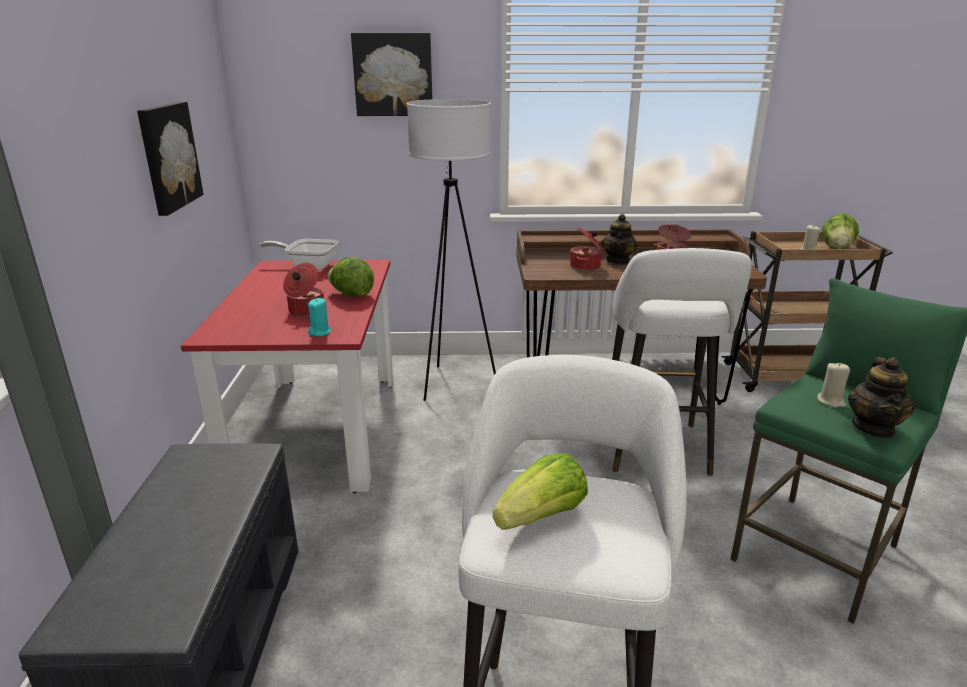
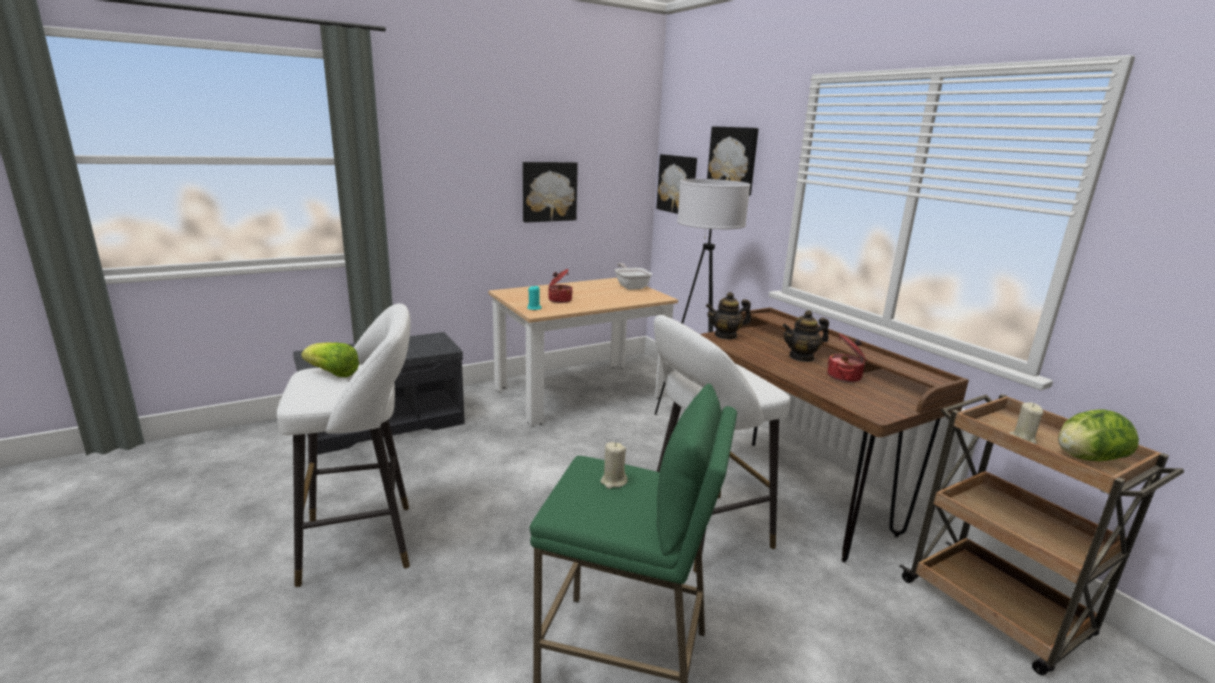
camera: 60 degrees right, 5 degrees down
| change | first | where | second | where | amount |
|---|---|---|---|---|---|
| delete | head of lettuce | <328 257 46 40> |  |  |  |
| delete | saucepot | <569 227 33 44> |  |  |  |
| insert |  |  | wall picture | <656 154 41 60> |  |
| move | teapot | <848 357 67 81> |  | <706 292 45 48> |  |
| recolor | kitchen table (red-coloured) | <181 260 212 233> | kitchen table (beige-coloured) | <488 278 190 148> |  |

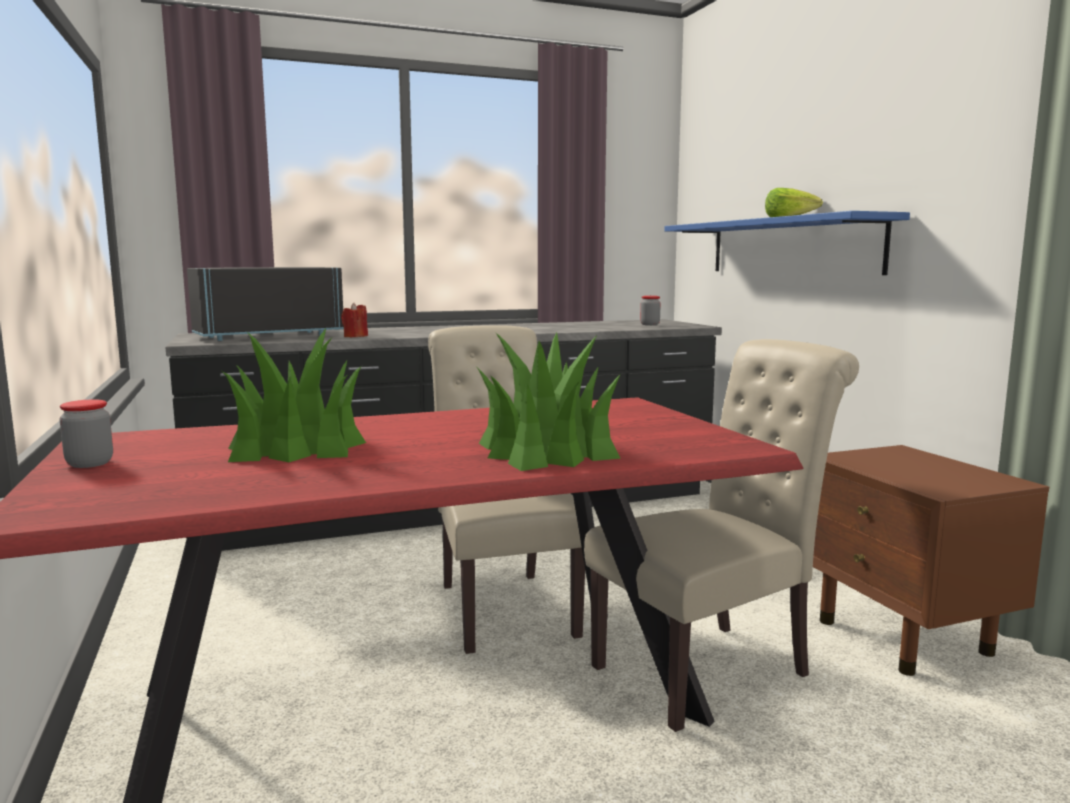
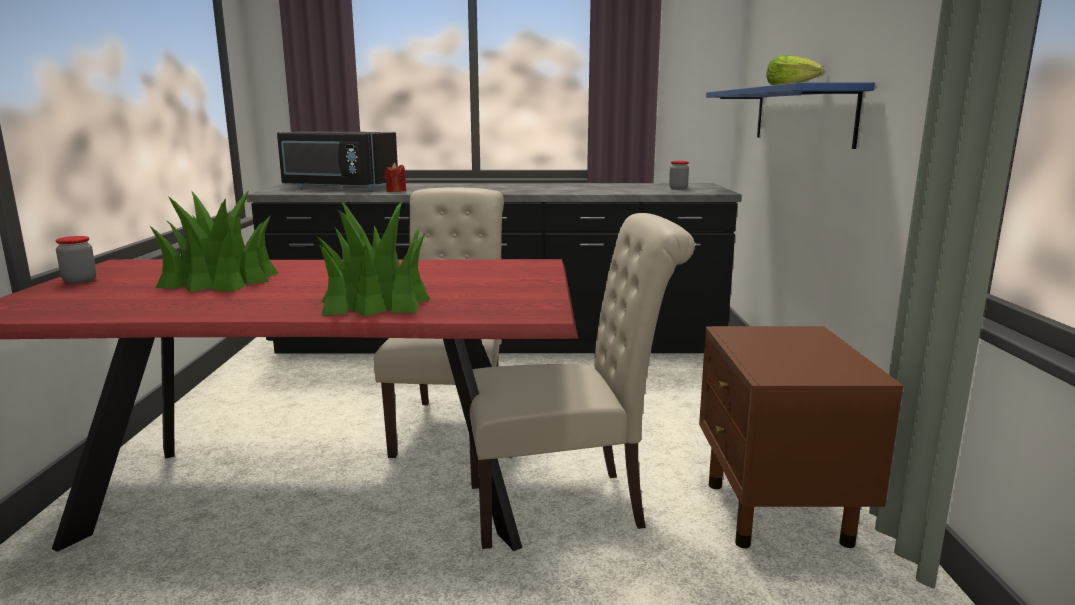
camera: 20 degrees right, 5 degrees up
| change | first | where | second | where | amount |
|---|---|---|---|---|---|
| rotate | microwave oven (blackish) | <187 267 157 74> |  | <277 131 121 59> | 150 degrees counterclockwise |

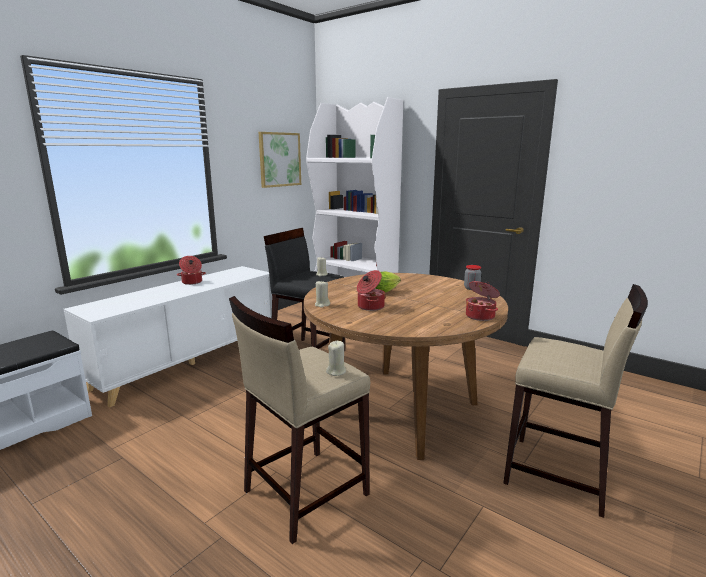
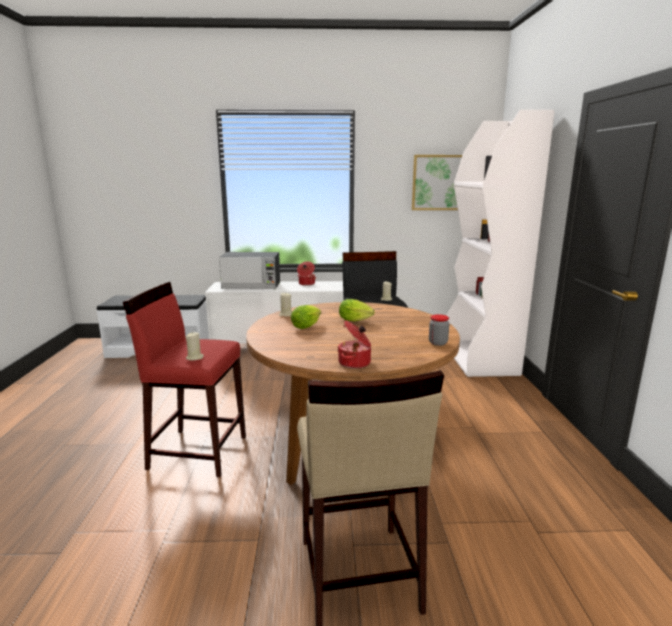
camera: 50 degrees right, 0 degrees up
| change | first | where | second | where | amount |
|---|---|---|---|---|---|
| insert |  |  | microwave oven | <219 252 61 37> |  |
| replace | saucepot | <357 270 29 41> | head of lettuce | <291 305 30 24> |  |
| recolor | stool (beige-coloured) | <229 296 141 248> | stool (red-coloured) | <123 282 123 196> |  |

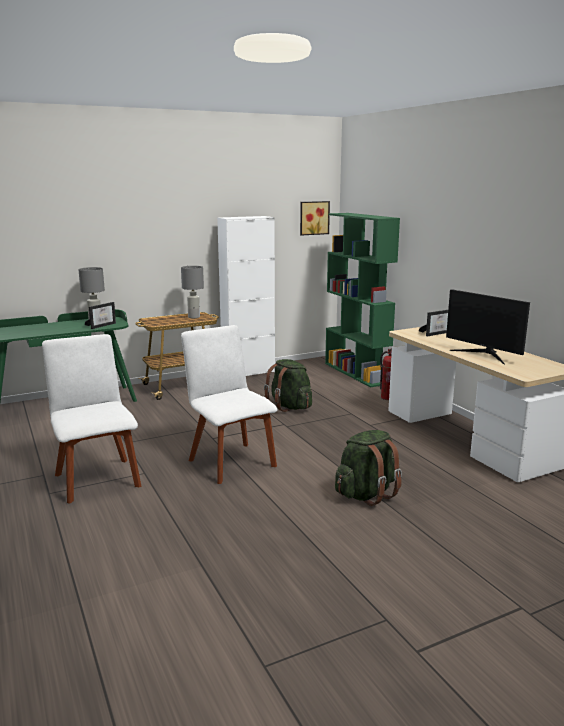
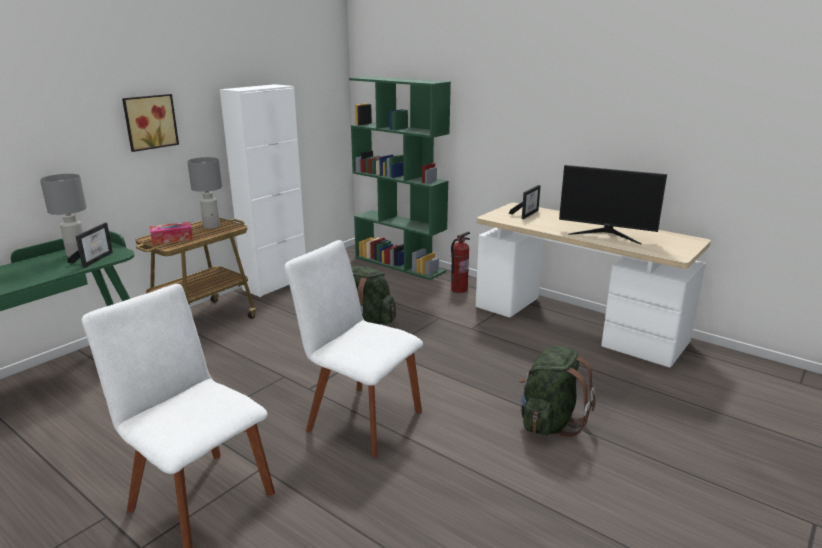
camera: 25 degrees left, 5 degrees up
| change | first | where | second | where | amount |
|---|---|---|---|---|---|
| insert |  |  | tissue box | <150 222 43 23> |  |
| move | wall picture | <300 201 30 35> |  | <122 94 57 58> |  |

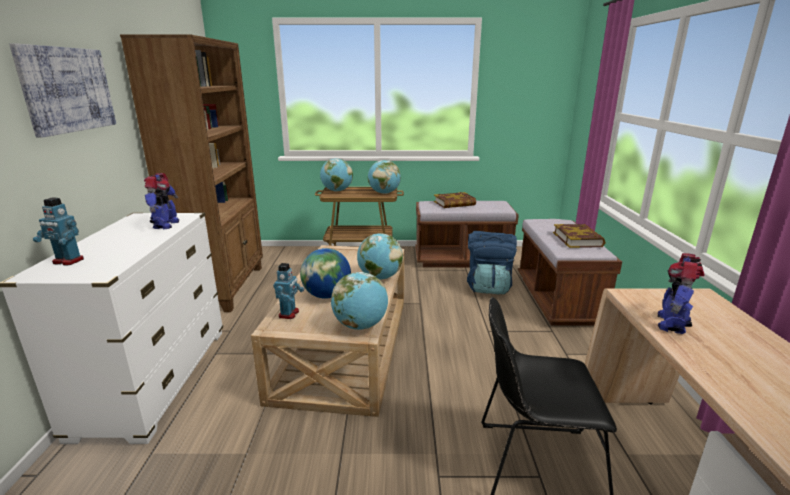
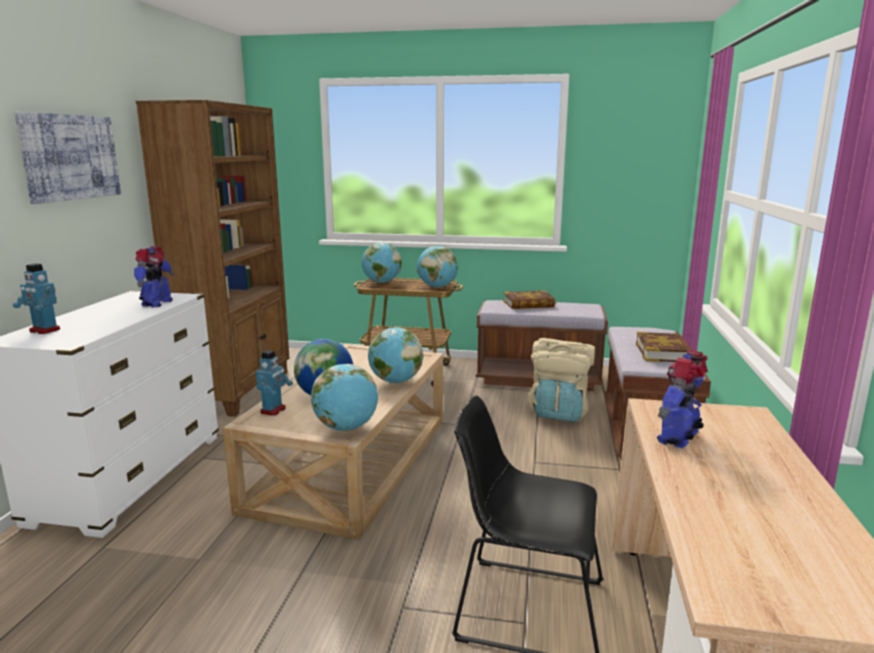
camera: 10 degrees right, 5 degrees down
| change | first | where | second | where | amount |
|---|---|---|---|---|---|
| recolor | rucksack (bluish) | <467 231 50 63> | rucksack (beige-coloured) | <528 338 67 84> |  |

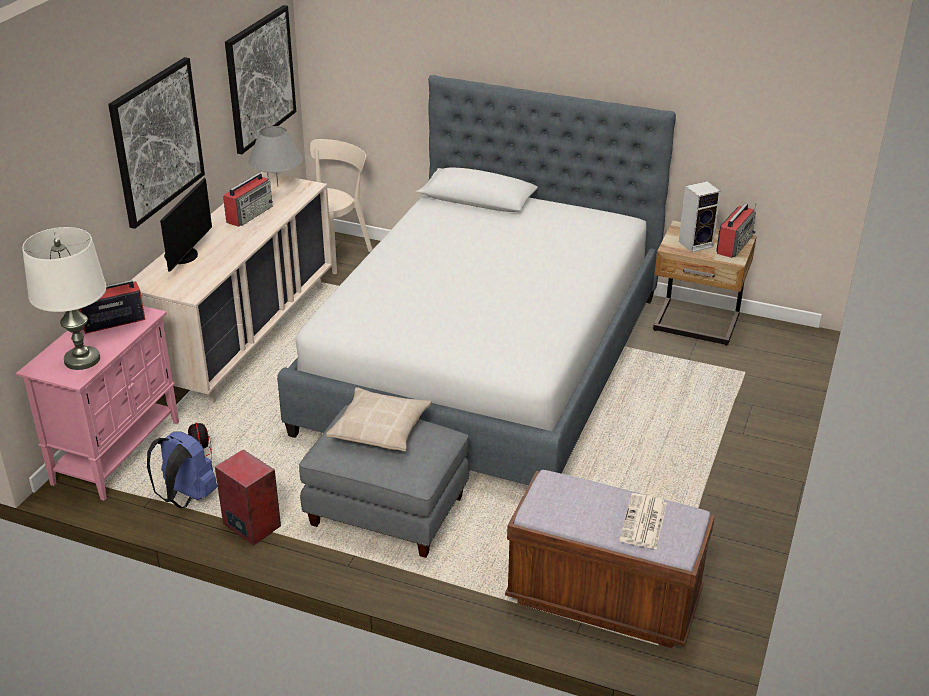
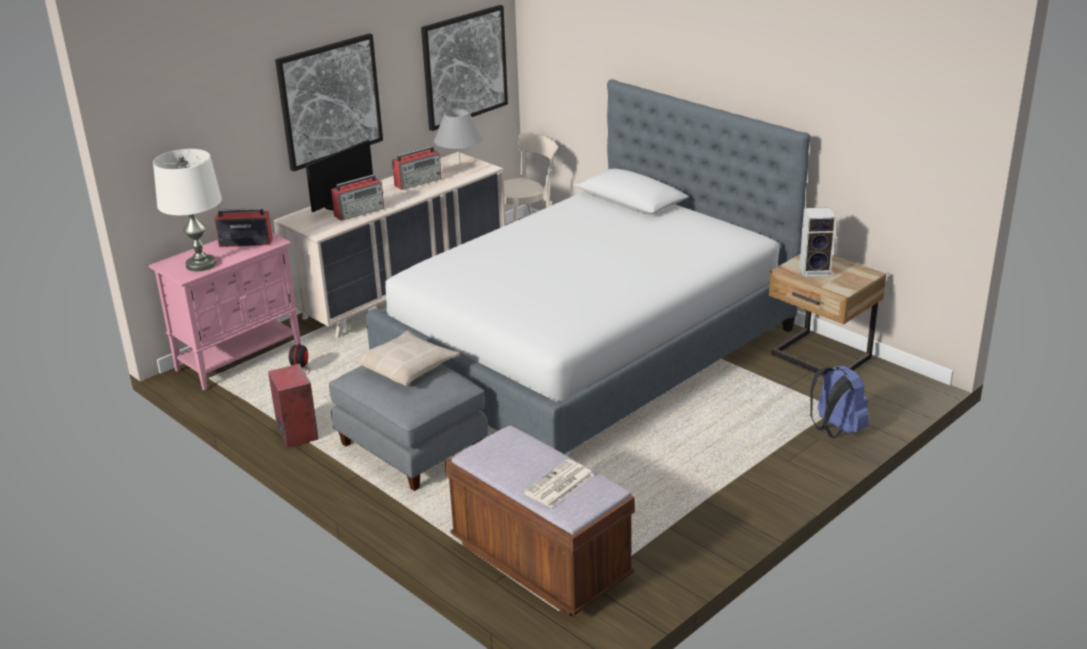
camera: 25 degrees right, 5 degrees down
| change | first | where | second | where | amount |
|---|---|---|---|---|---|
| move | rucksack (bluish) | <147 431 71 77> |  | <810 366 59 72> |  |
| move | radio set | <716 203 40 55> |  | <331 174 53 47> |  |

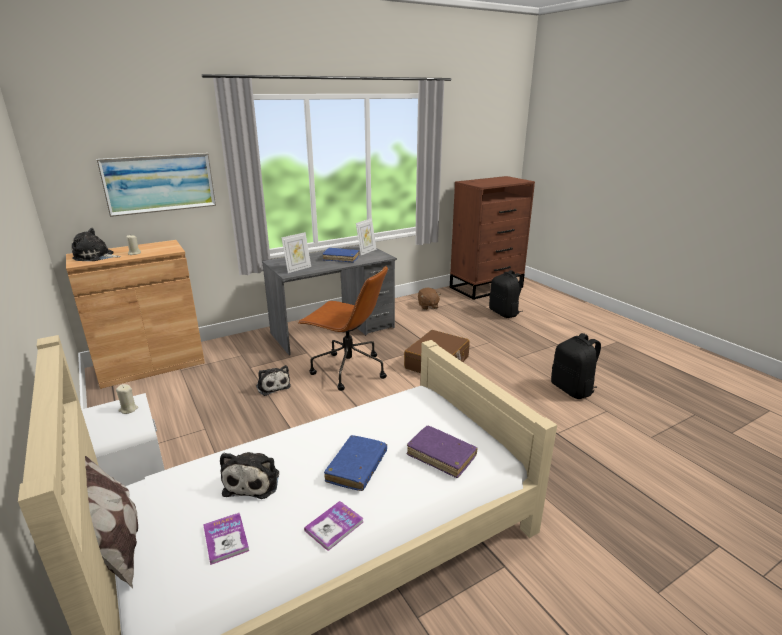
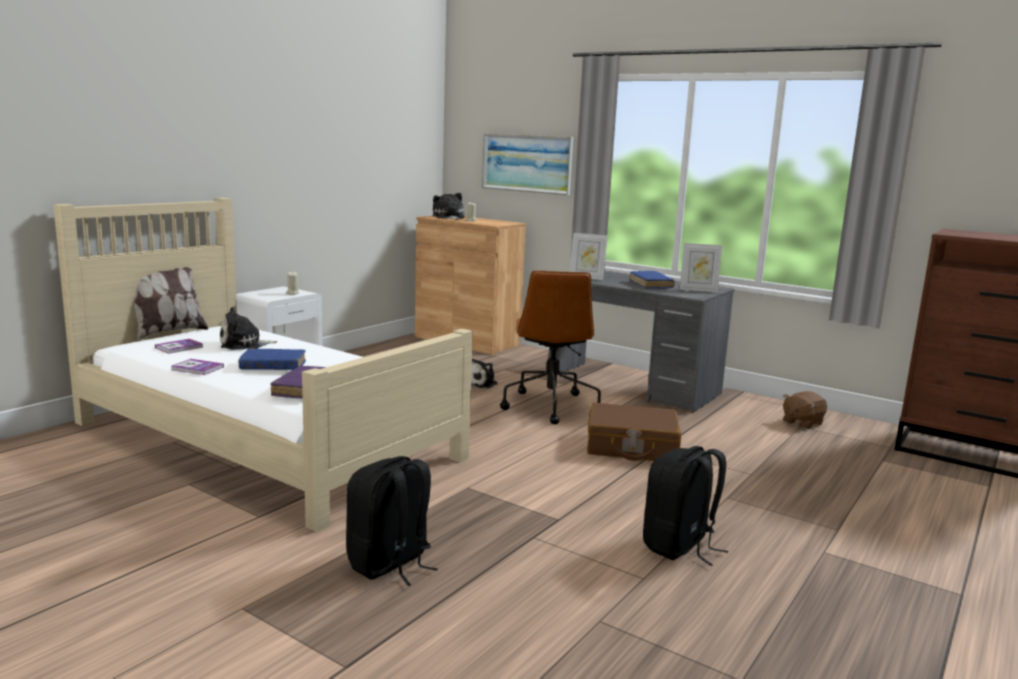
camera: 65 degrees right, 10 degrees down
| change | first | where | second | where | amount |
|---|---|---|---|---|---|
| move | rucksack (blackish) | <489 270 34 48> |  | <346 456 92 130> |  |

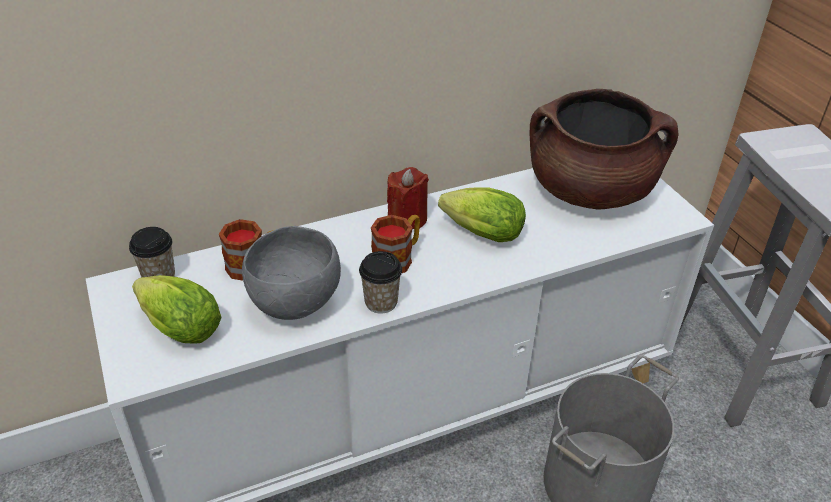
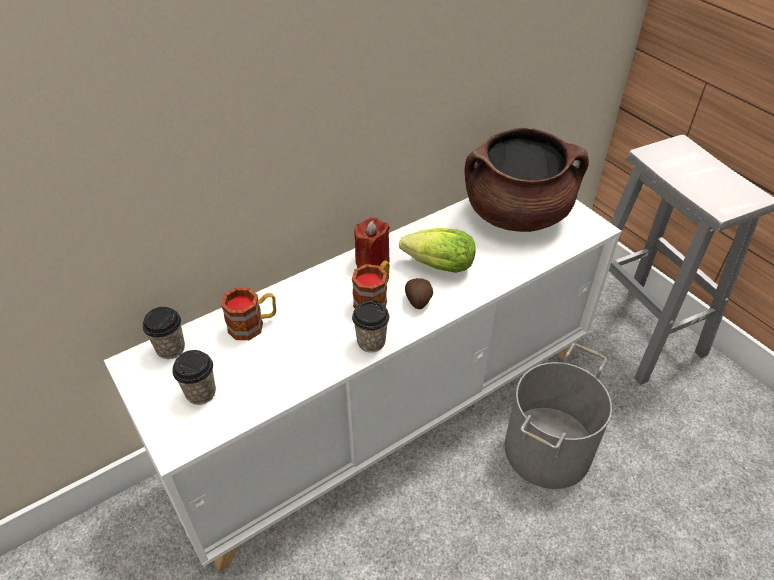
camera: 10 degrees left, 5 degrees up
| change | first | where | second | where | amount |
|---|---|---|---|---|---|
| delete | bowl (greyish) | <242 226 99 94> |  |  |  |
| insert |  |  | whole potato | <405 278 28 31> |  |
| replace | head of lettuce | <132 275 90 69> | small cup | <172 350 44 55> |  |

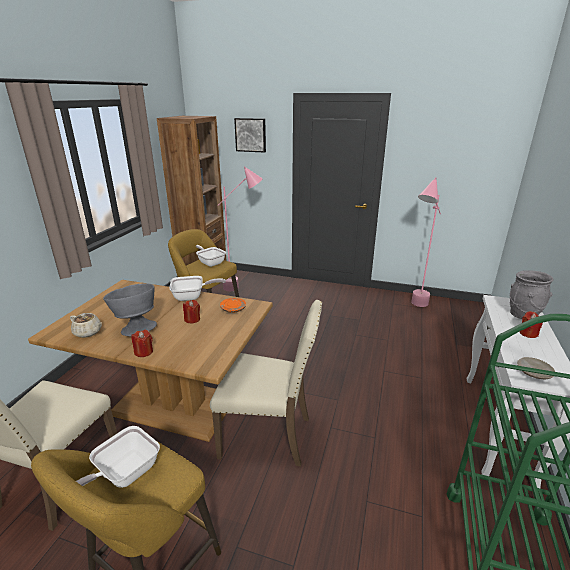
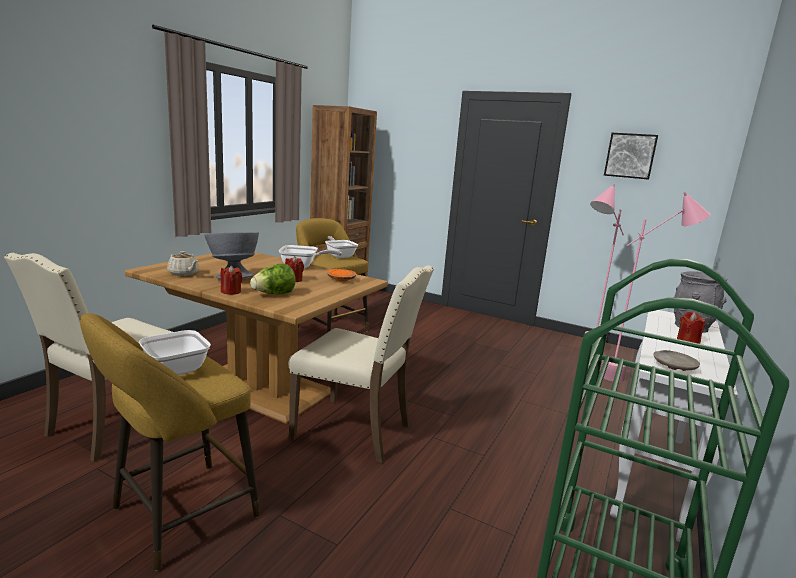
camera: 10 degrees right, 10 degrees down
| change | first | where | second | where | amount |
|---|---|---|---|---|---|
| insert |  |  | head of lettuce | <250 264 46 30> |  |
| move | standard lamp (pink) | <218 166 45 125> |  | <599 192 112 190> |  |
| move | wall picture | <234 118 32 35> |  | <604 133 54 47> |  |

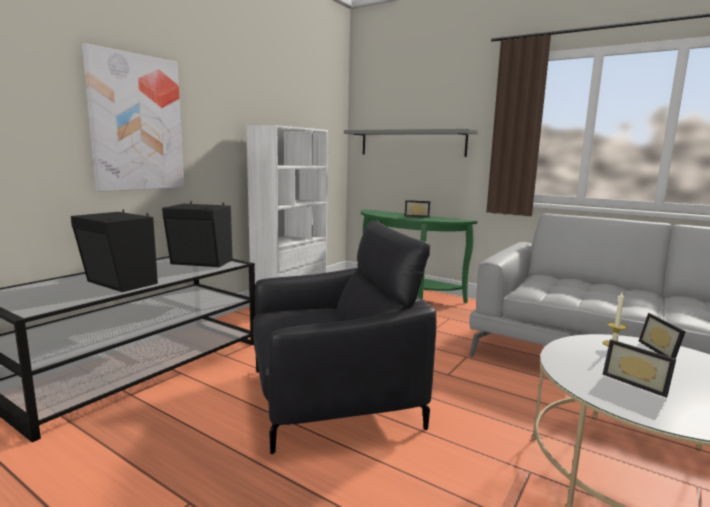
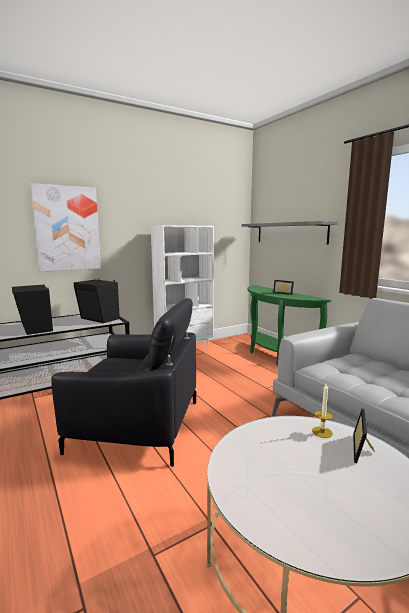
camera: 25 degrees right, 0 degrees up
| change | first | where | second | where | amount |
|---|---|---|---|---|---|
| delete | standing frame | <602 339 74 59> |  |  |  |

